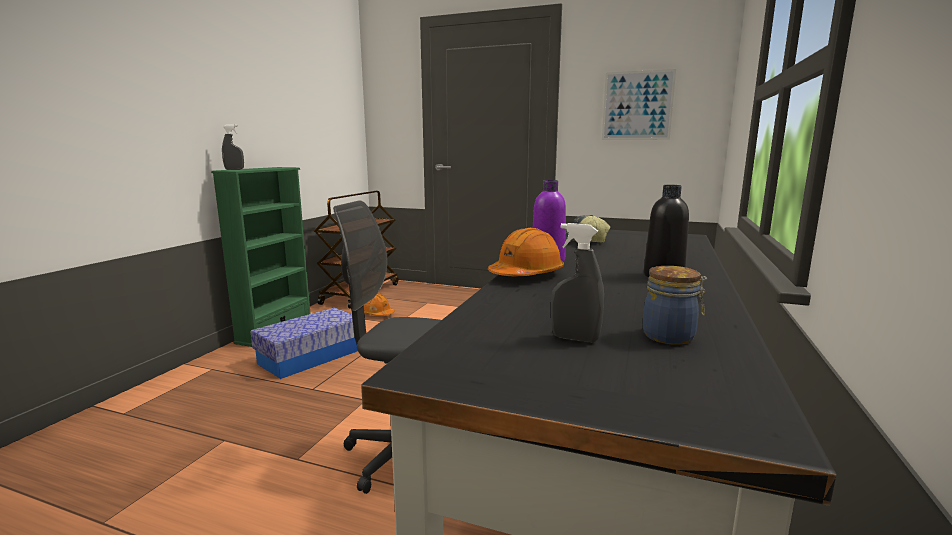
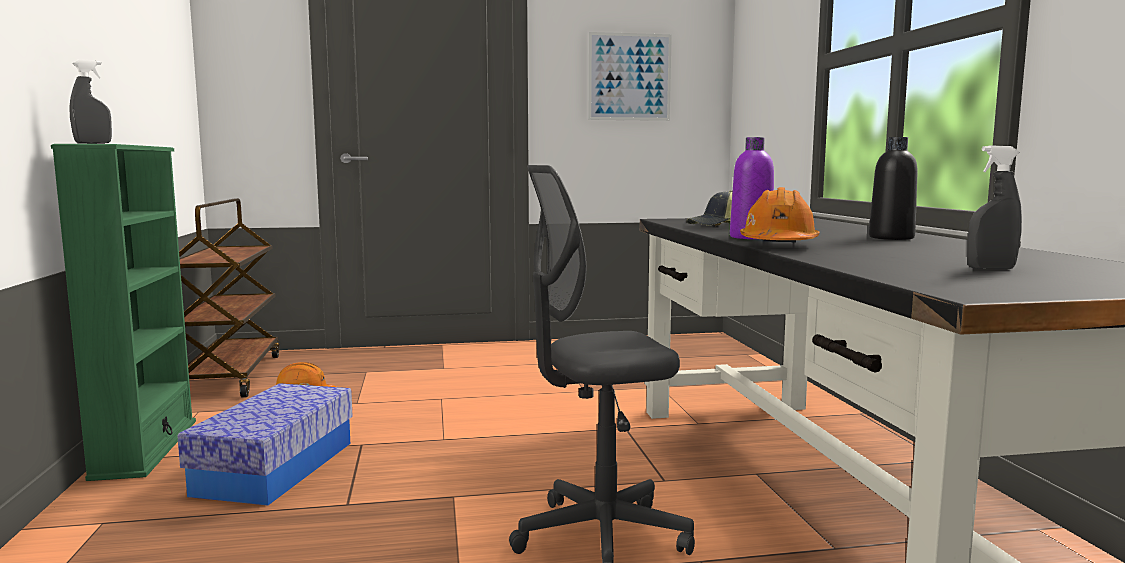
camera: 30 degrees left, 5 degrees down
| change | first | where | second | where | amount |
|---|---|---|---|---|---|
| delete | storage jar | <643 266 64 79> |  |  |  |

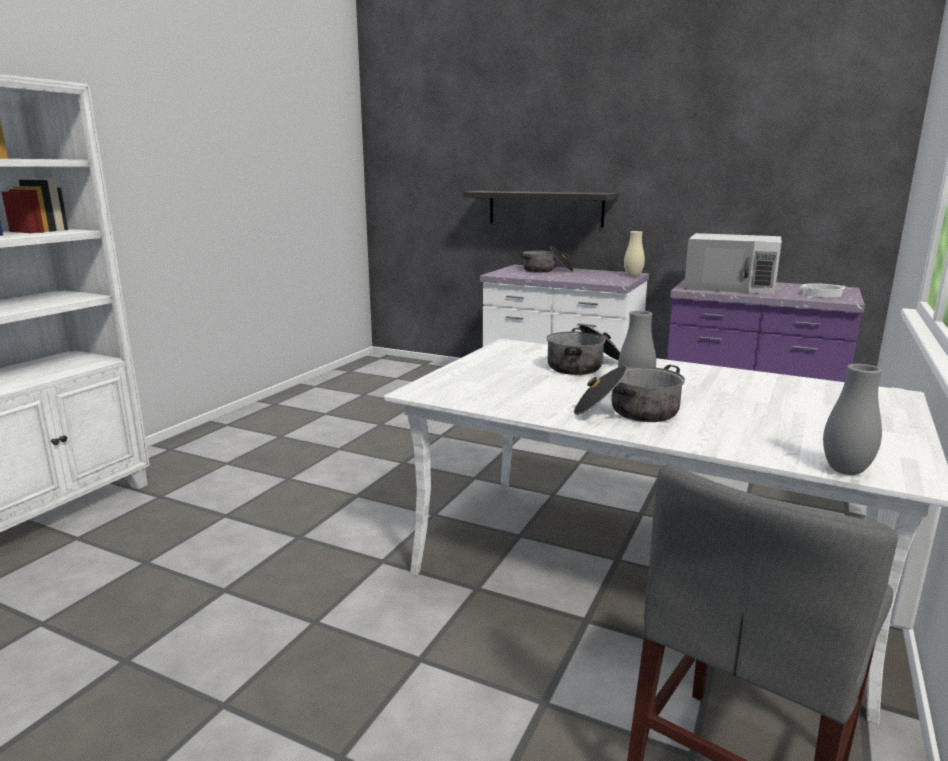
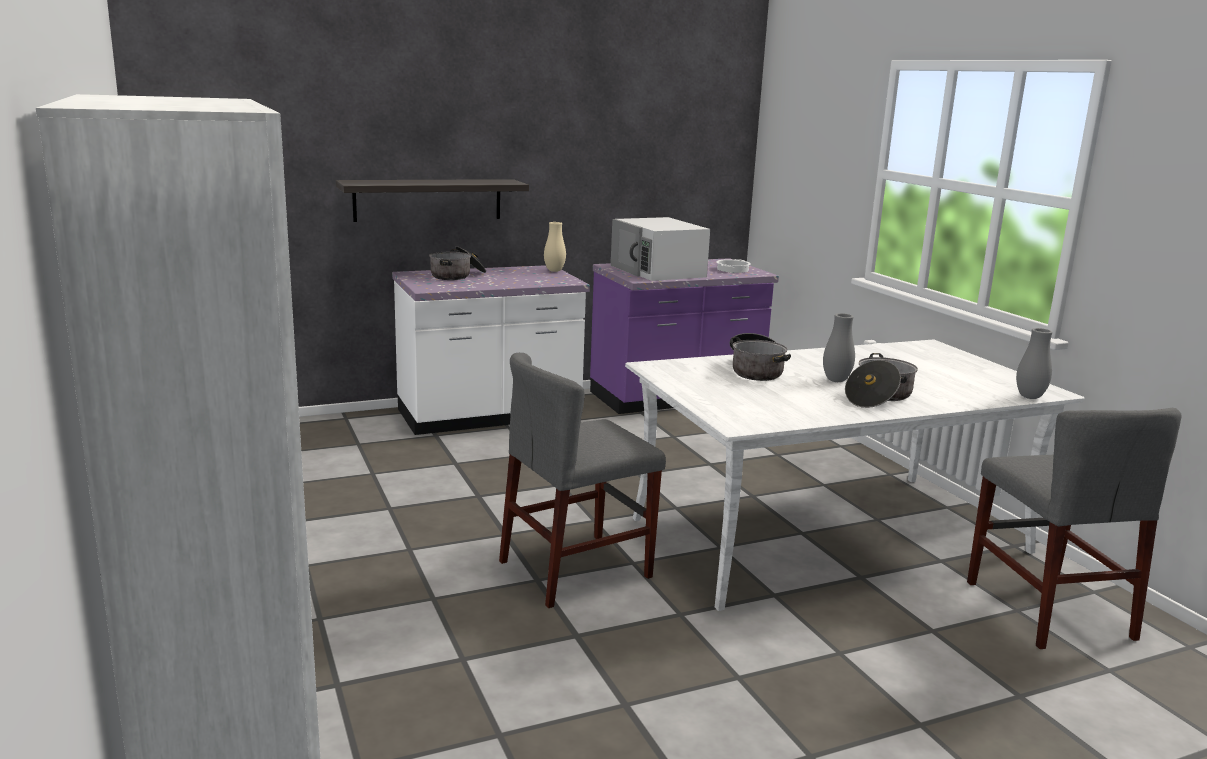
camera: 50 degrees left, 0 degrees up
| change | first | where | second | where | amount |
|---|---|---|---|---|---|
| insert |  |  | plain chair (greyish) | <499 353 167 255> |  |
| rotate | microwave oven (white-coloured) | <684 233 98 61> |  | <611 217 99 64> | 90 degrees clockwise |

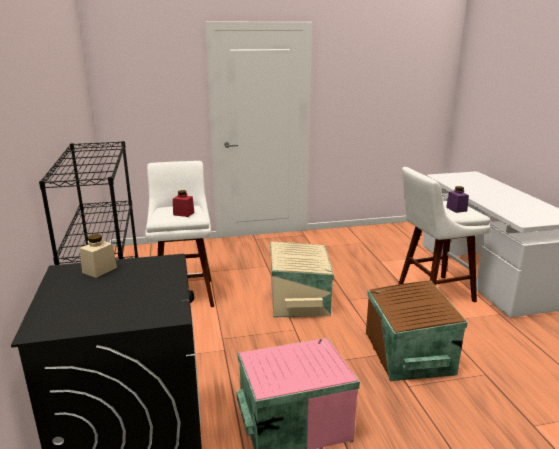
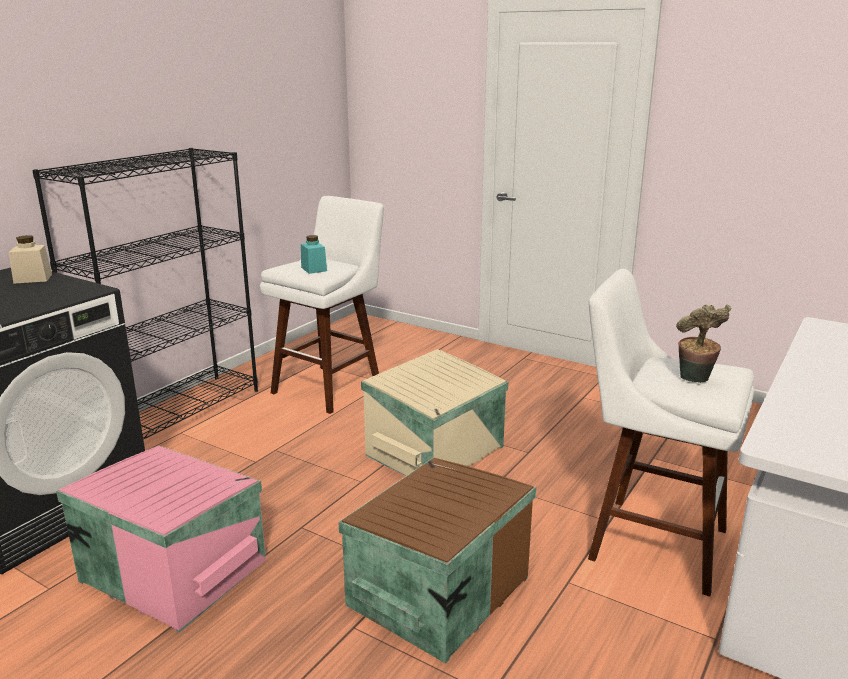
camera: 45 degrees right, 0 degrees up
| change | first | where | second | where | amount |
|---|---|---|---|---|---|
| replace | storage jar (purple) | <446 186 23 27> | plant in a pot | <676 305 56 78> |  |
| recolor | storage jar (red-coloured) | <173 190 22 27> | storage jar (blue-green) | <301 235 26 39> |  |

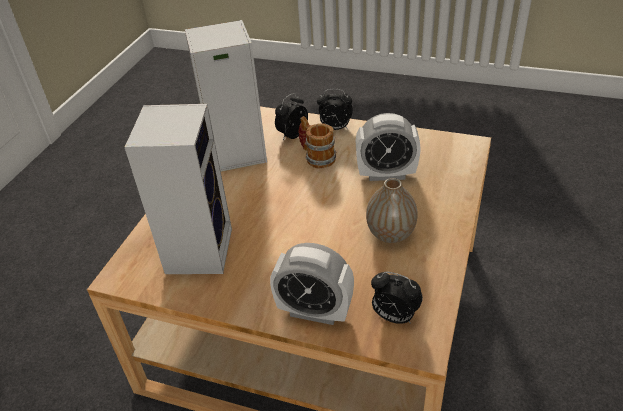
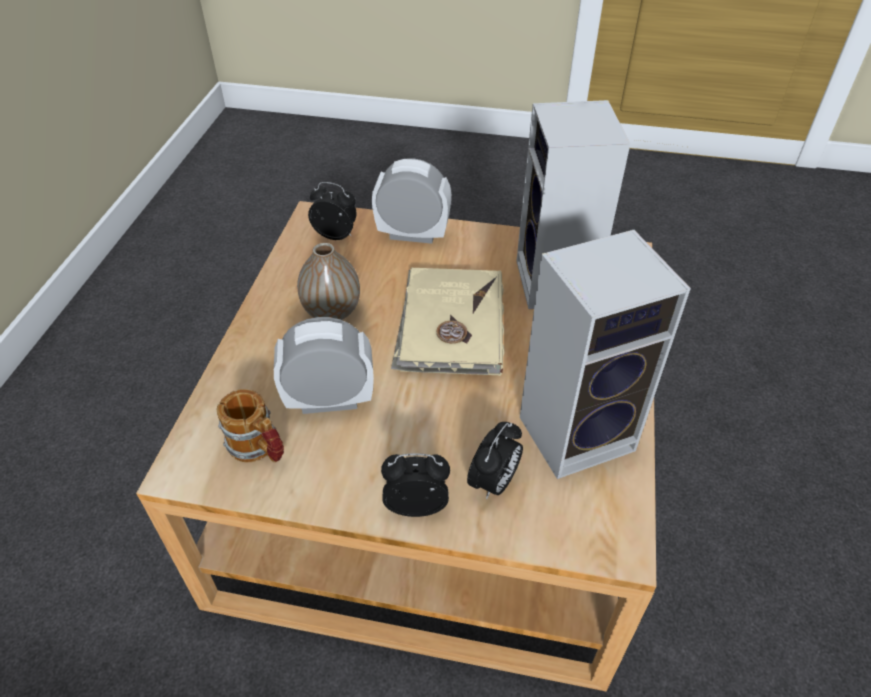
camera: 170 degrees right, 5 degrees up
| change | first | where | second | where | amount |
|---|---|---|---|---|---|
| insert |  |  | volume (beige-coloured) | <391 268 114 108> |  |
| move | mug | <298 116 38 53> |  | <217 389 67 73> |  |

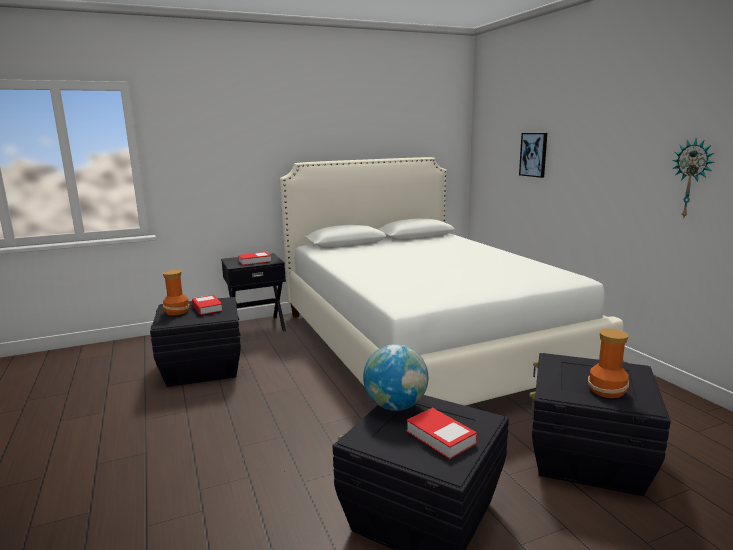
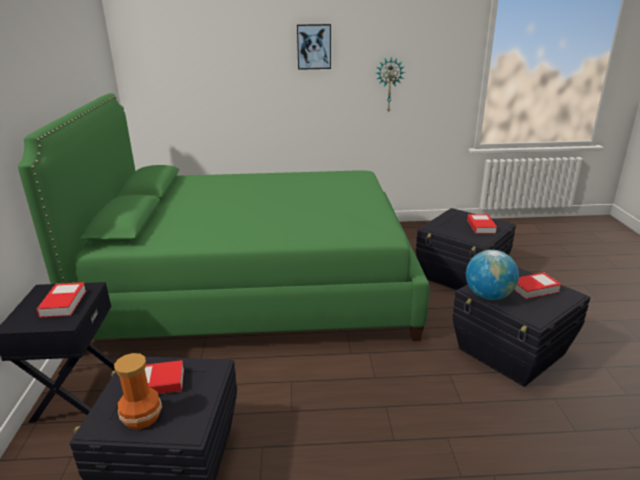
camera: 70 degrees left, 10 degrees up
| change | first | where | second | where | amount |
|---|---|---|---|---|---|
| move | wall picture | <519 133 28 45> |  | <297 24 34 46> |  |
| replace | vase | <588 329 41 69> | volume | <467 214 30 20> |  |
| recolor | bed (white-coloured) | <280 157 343 249> | bed (green) | <18 93 411 263> |  |

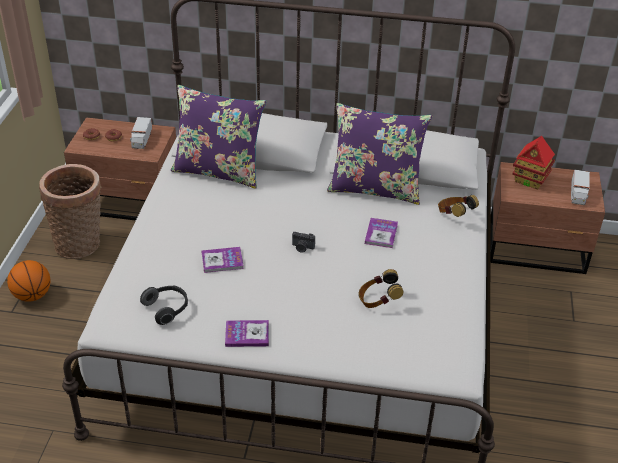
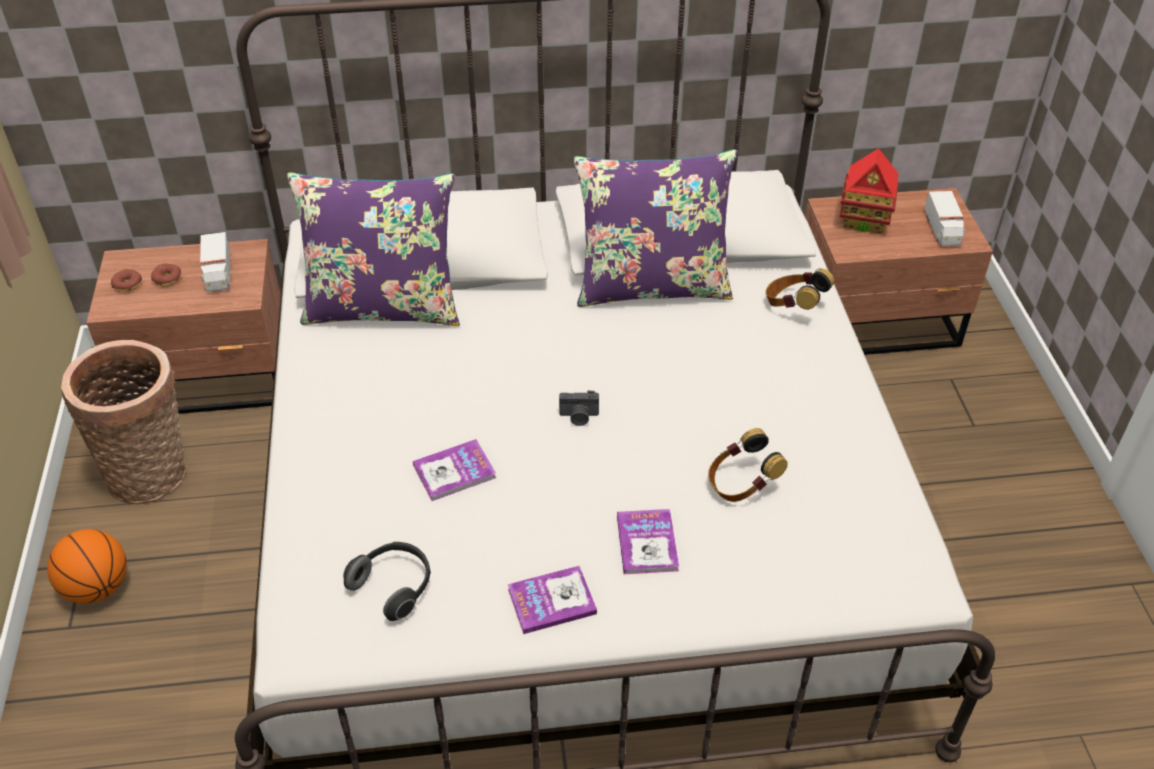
camera: 15 degrees left, 5 degrees up
| change | first | where | second | where | amount |
|---|---|---|---|---|---|
| move | volume | <365 218 33 30> |  | <617 509 62 65> |  |

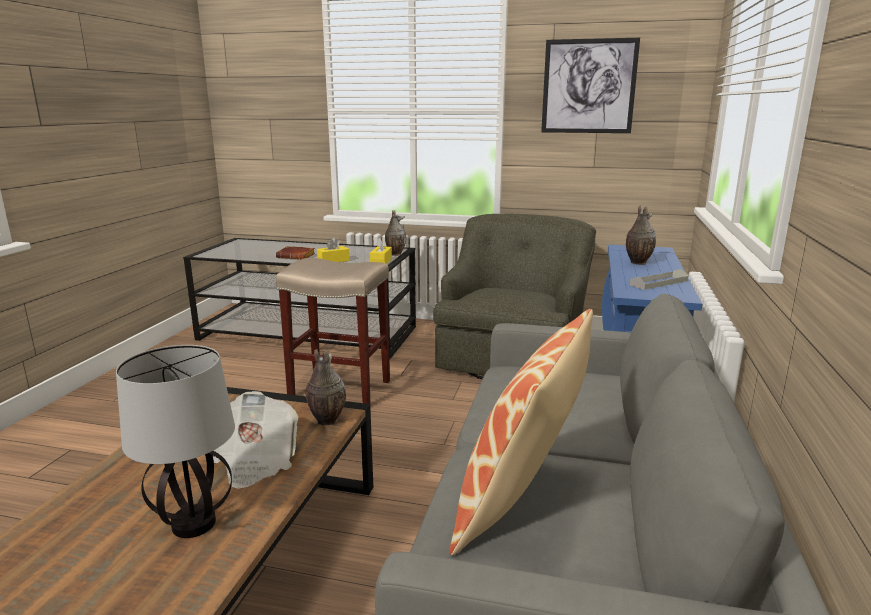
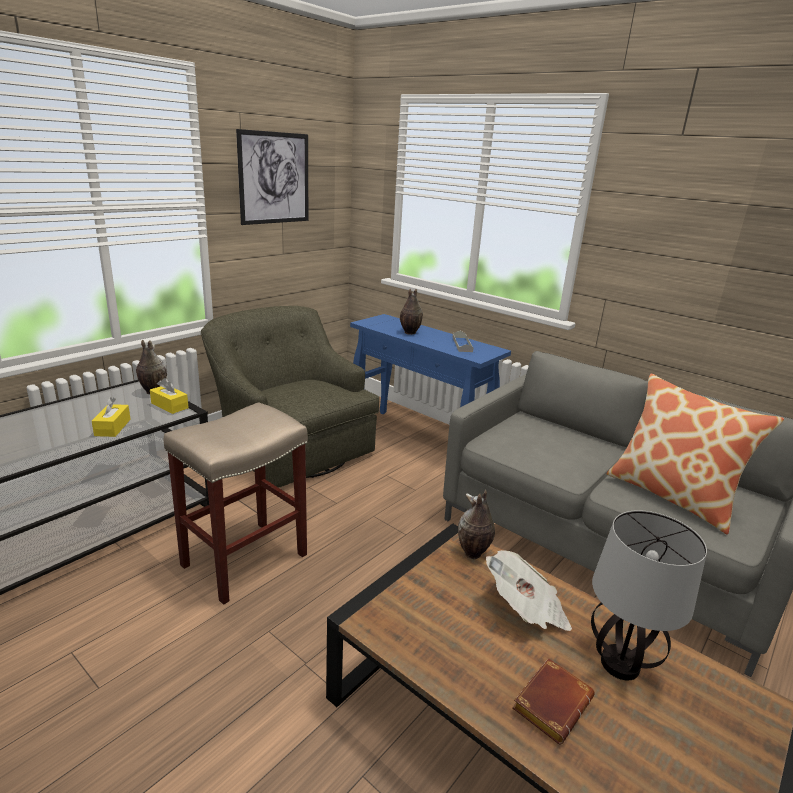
camera: 65 degrees left, 5 degrees up
| change | first | where | second | where | amount |
|---|---|---|---|---|---|
| move | volume (brownish) | <276 246 39 13> |  | <512 658 83 87> |  |

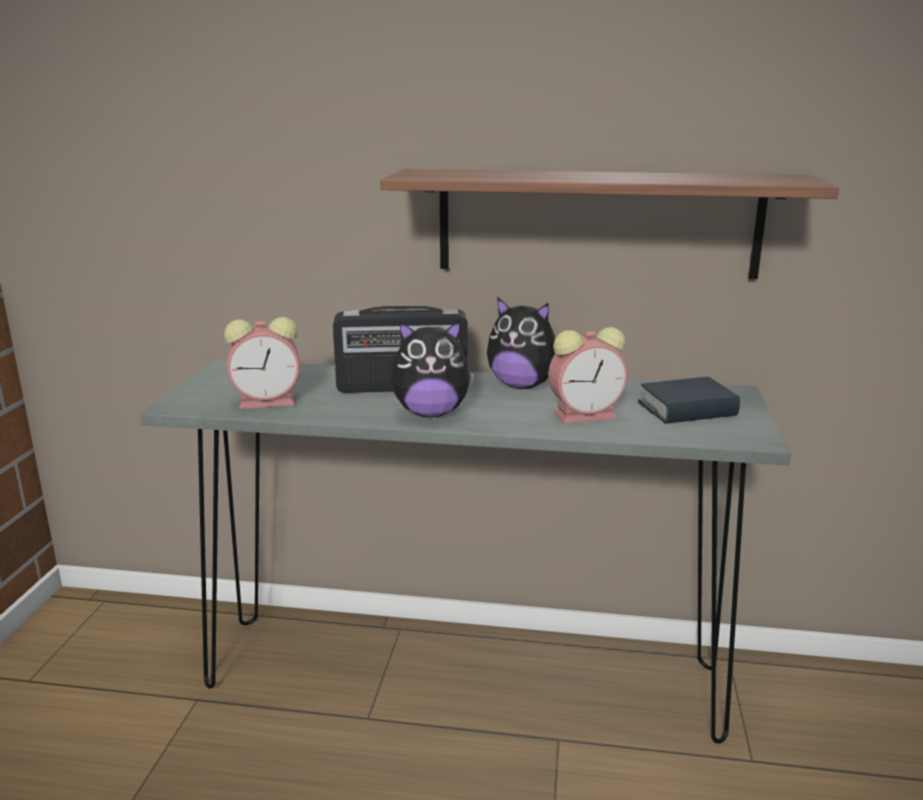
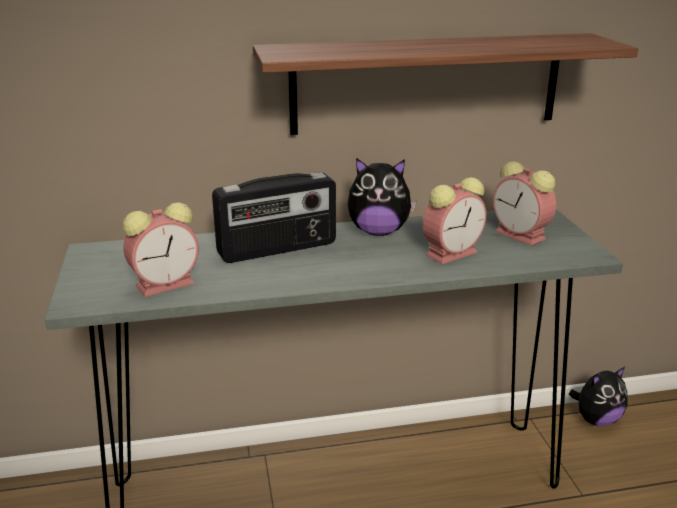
camera: 20 degrees left, 5 degrees up
| change | first | where | second | where | amount |
|---|---|---|---|---|---|
| move | cuddly toy | <391 320 84 97> |  | <569 367 59 59> |  |
| replace | volume | <638 377 102 47> | alarm clock | <493 161 63 85> |  |

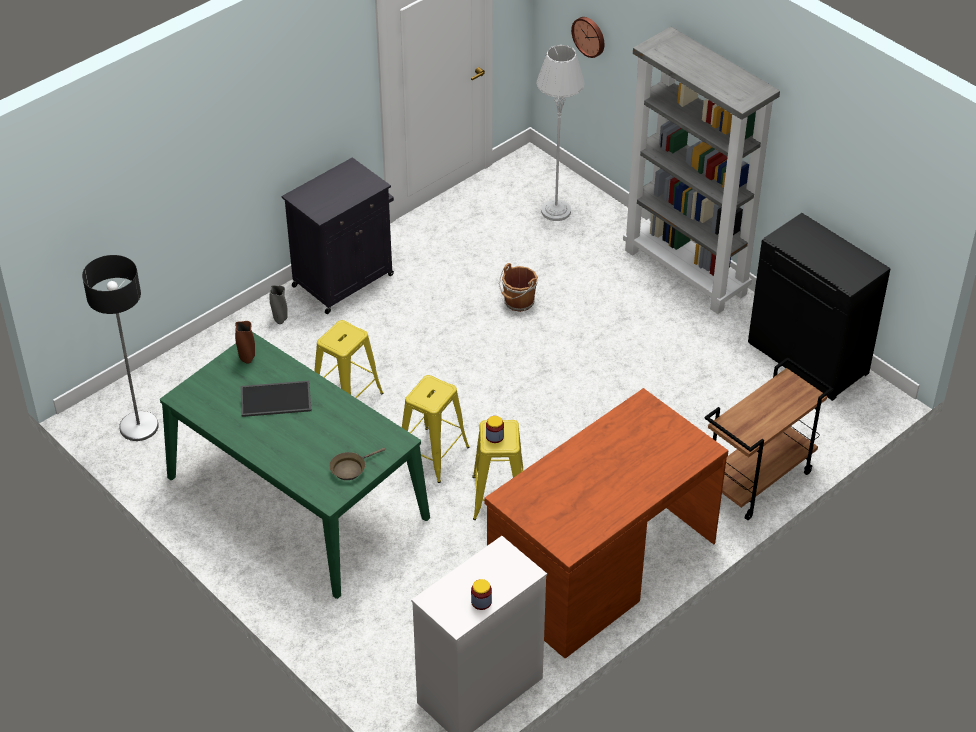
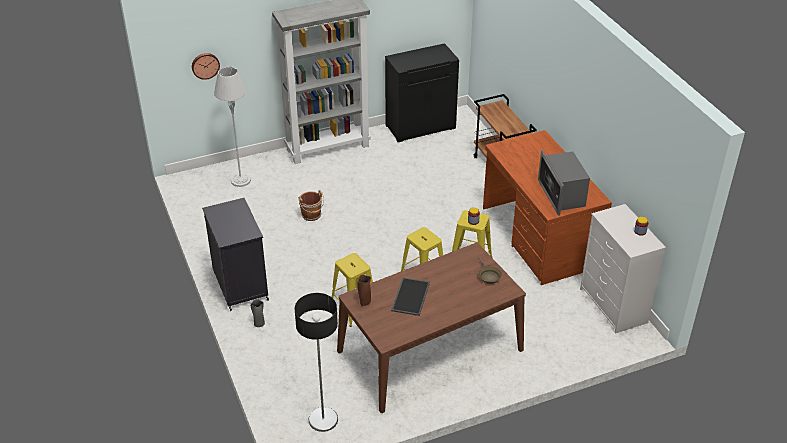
camera: 70 degrees left, 5 degrees down
| change | first | where | second | where | amount |
|---|---|---|---|---|---|
| insert |  |  | microwave oven | <538 150 52 66> |  |
| recolor | kitchen table (green) | <160 332 270 267> | kitchen table (brownish) | <337 243 189 170> |  |

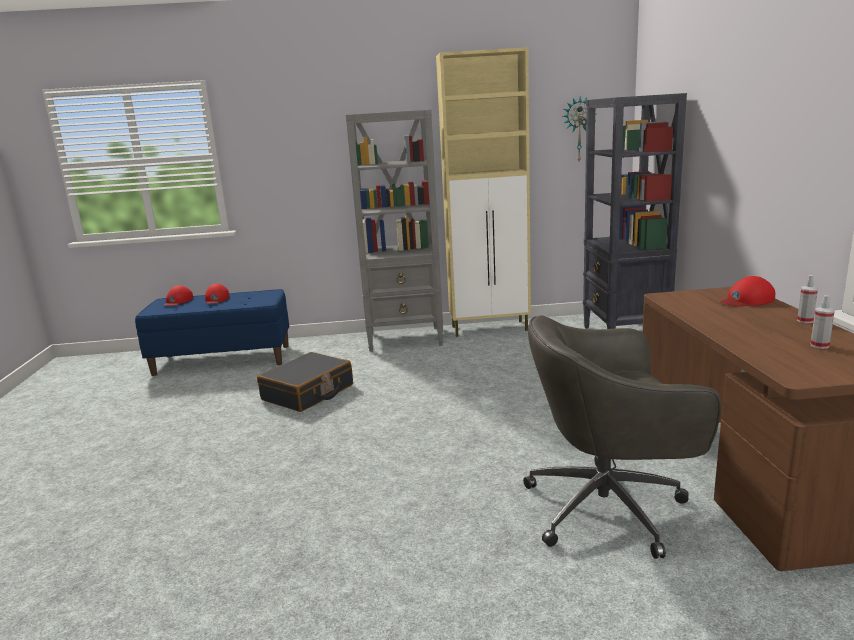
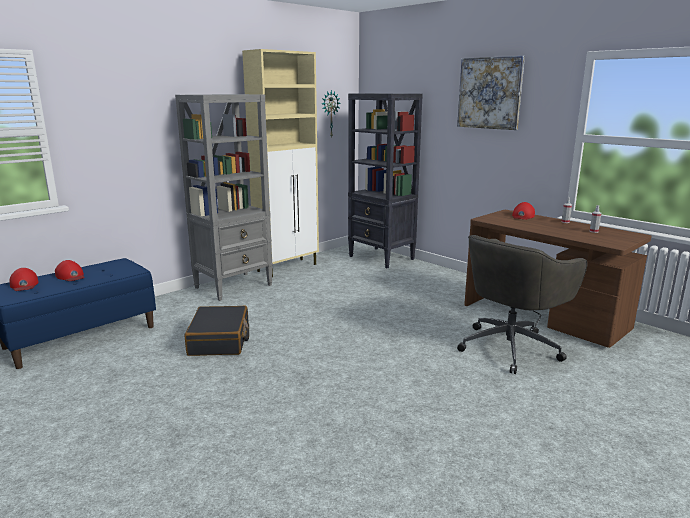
camera: 40 degrees left, 0 degrees up
| change | first | where | second | where | amount |
|---|---|---|---|---|---|
| insert |  |  | wall picture | <457 56 68 74> |  |

